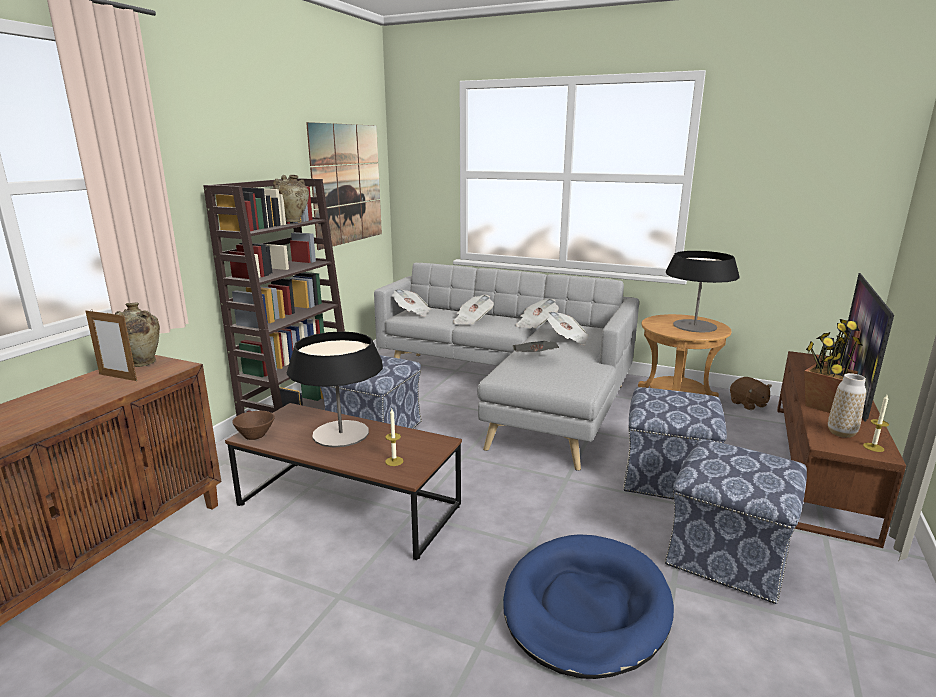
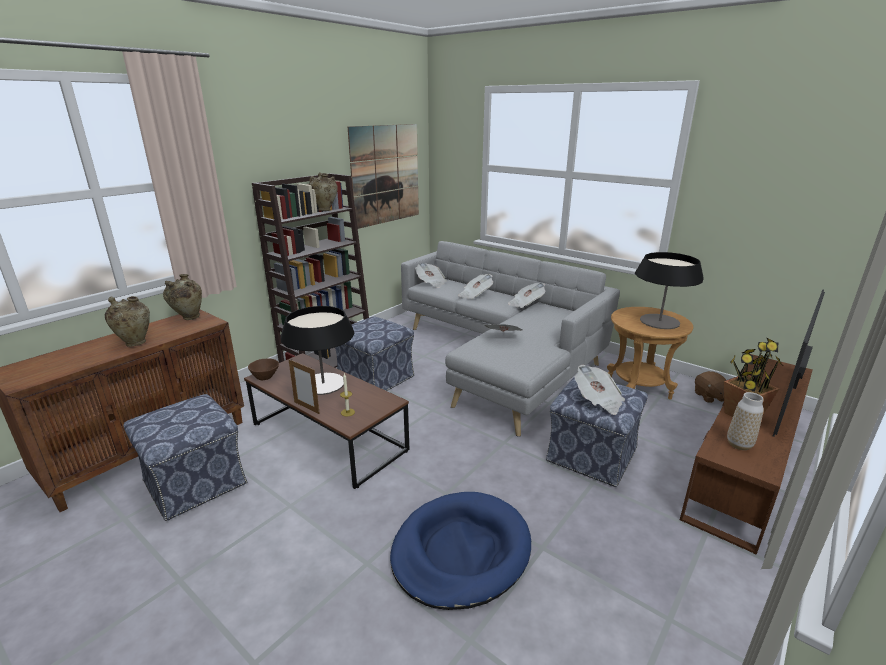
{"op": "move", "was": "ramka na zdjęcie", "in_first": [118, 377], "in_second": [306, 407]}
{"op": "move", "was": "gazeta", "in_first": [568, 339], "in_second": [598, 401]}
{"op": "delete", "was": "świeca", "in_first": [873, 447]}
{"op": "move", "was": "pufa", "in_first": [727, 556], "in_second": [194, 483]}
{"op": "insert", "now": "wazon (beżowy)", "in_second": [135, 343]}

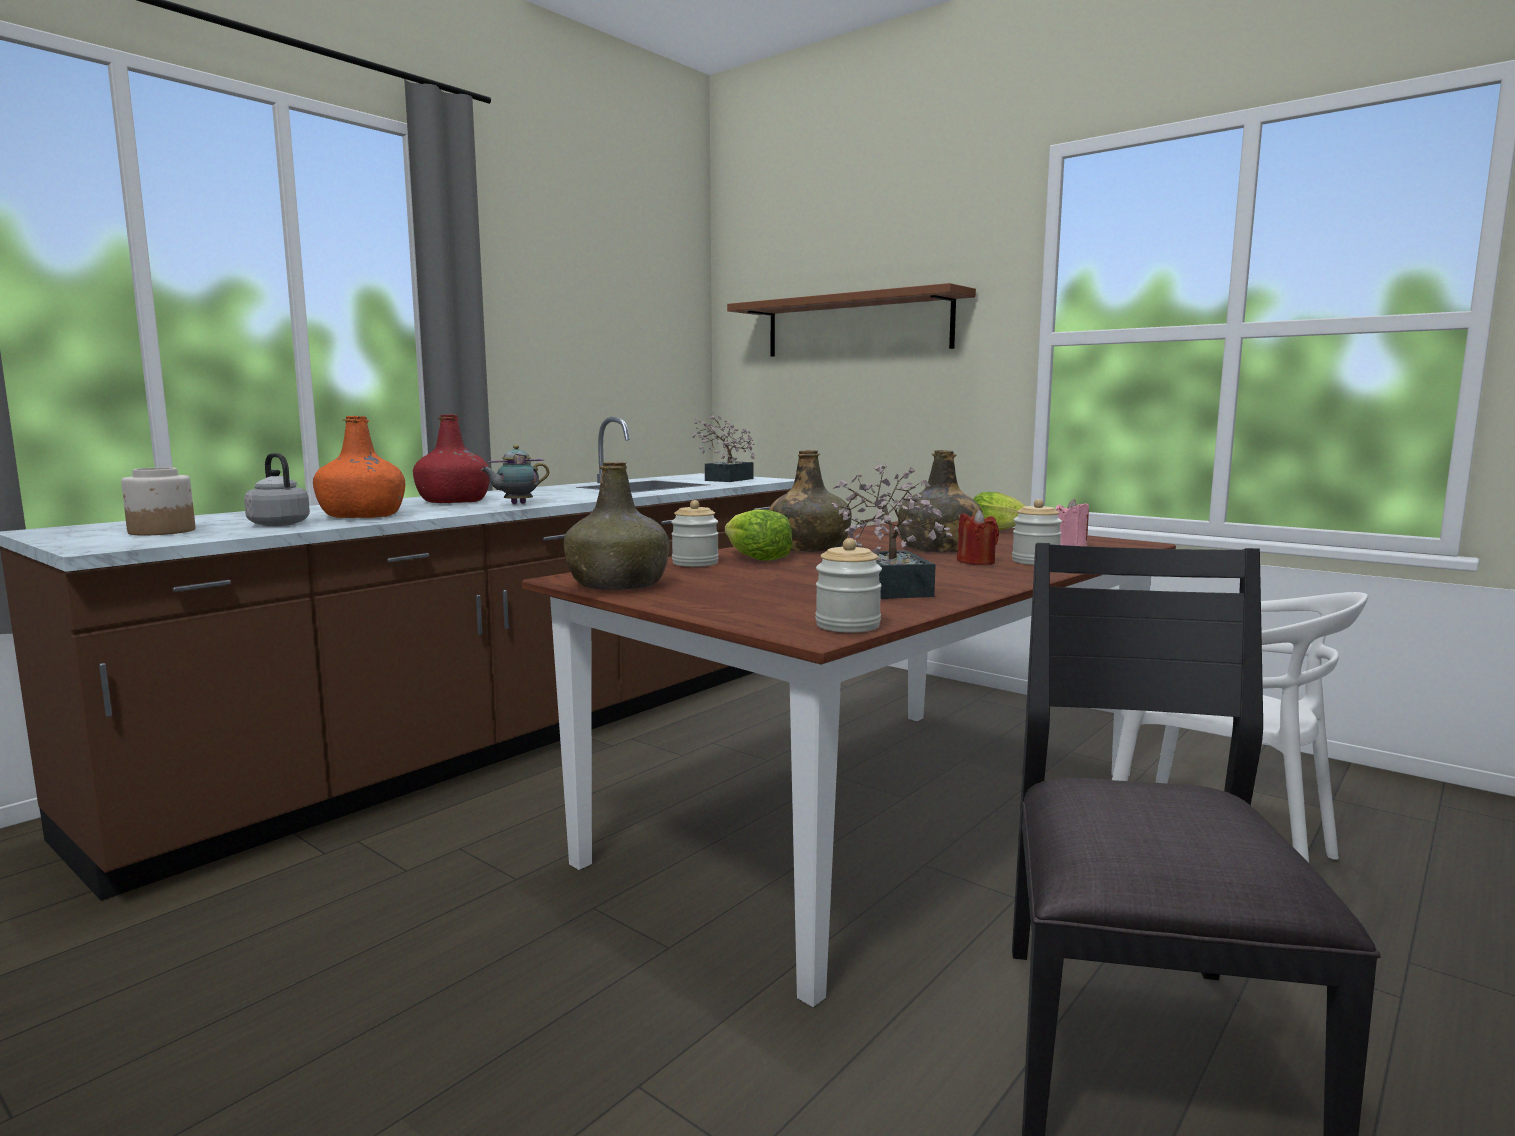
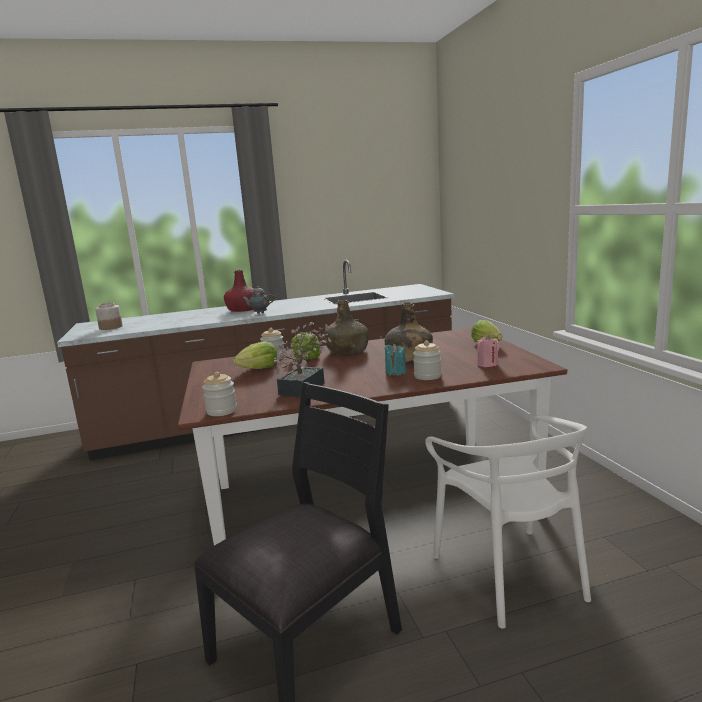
{"op": "delete", "was": "półka (brązowy)", "in_first": [856, 326]}
{"op": "delete", "was": "roślina doniczkowa", "in_first": [725, 480]}
{"op": "delete", "was": "butelka (pomarańczowy)", "in_first": [363, 516]}
{"op": "delete", "was": "czajnik (szary)", "in_first": [277, 524]}
{"op": "delete", "was": "butelka (zielony)", "in_first": [619, 585]}
{"op": "recolor", "was": "świeca (czerwony)", "now": "świeca (turkusowy)", "in_first": [976, 562], "in_second": [395, 372]}
{"op": "insert", "now": "sałata", "in_second": [259, 369]}

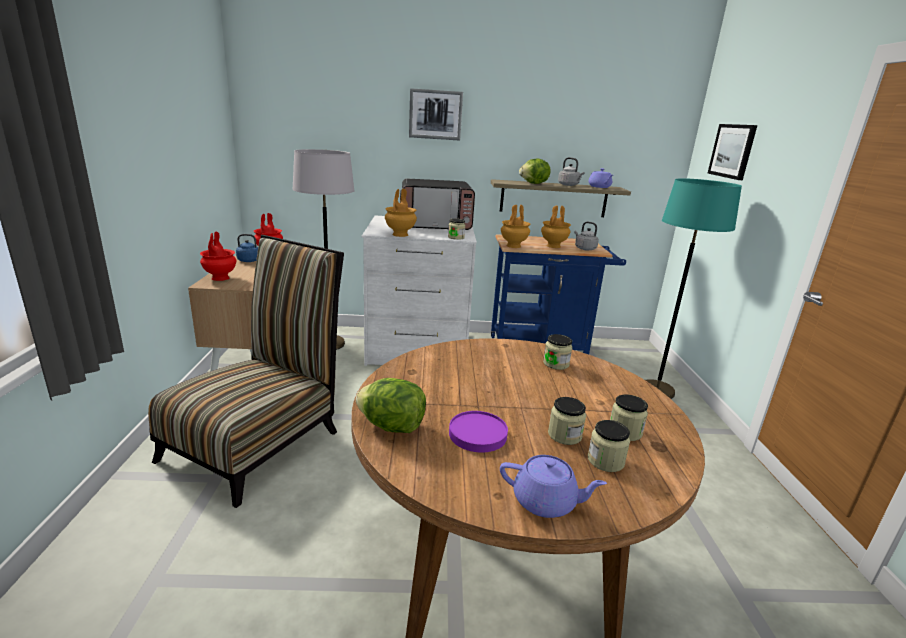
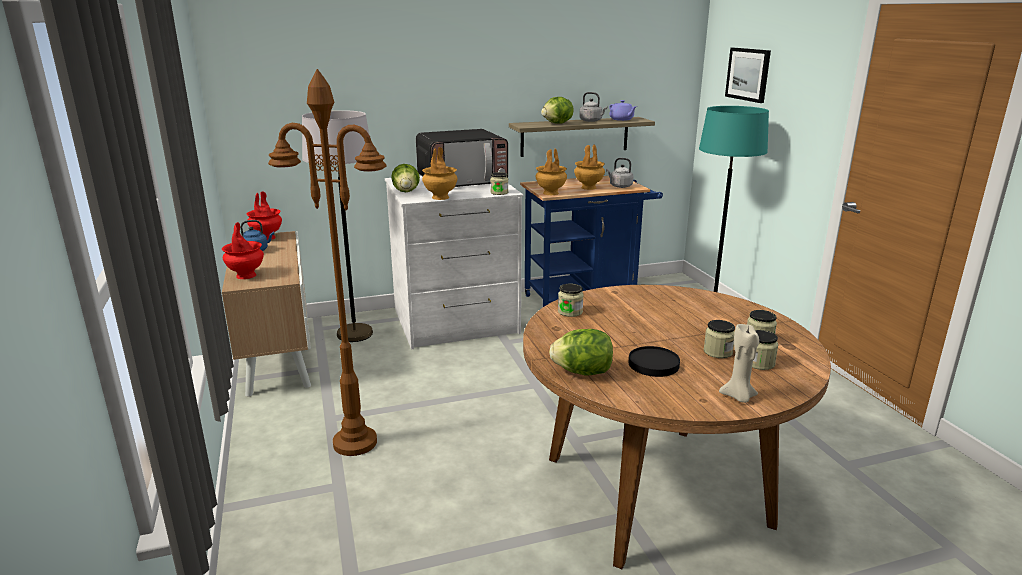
{"op": "delete", "was": "obraz", "in_first": [435, 114]}
{"op": "replace", "was": "krzesło", "now": "lampa stojąca (brązowy)", "in_first": [259, 440], "in_second": [356, 443]}
{"op": "move", "was": "słoik", "in_first": [556, 364], "in_second": [570, 312]}
{"op": "recolor", "was": "talerz (fioletowy)", "now": "talerz (czarny)", "in_first": [477, 434], "in_second": [653, 364]}
{"op": "replace", "was": "imbryk (fioletowy)", "now": "świeca (beżowy)", "in_first": [546, 502], "in_second": [738, 397]}
{"op": "insert", "now": "sałata", "in_second": [406, 192]}

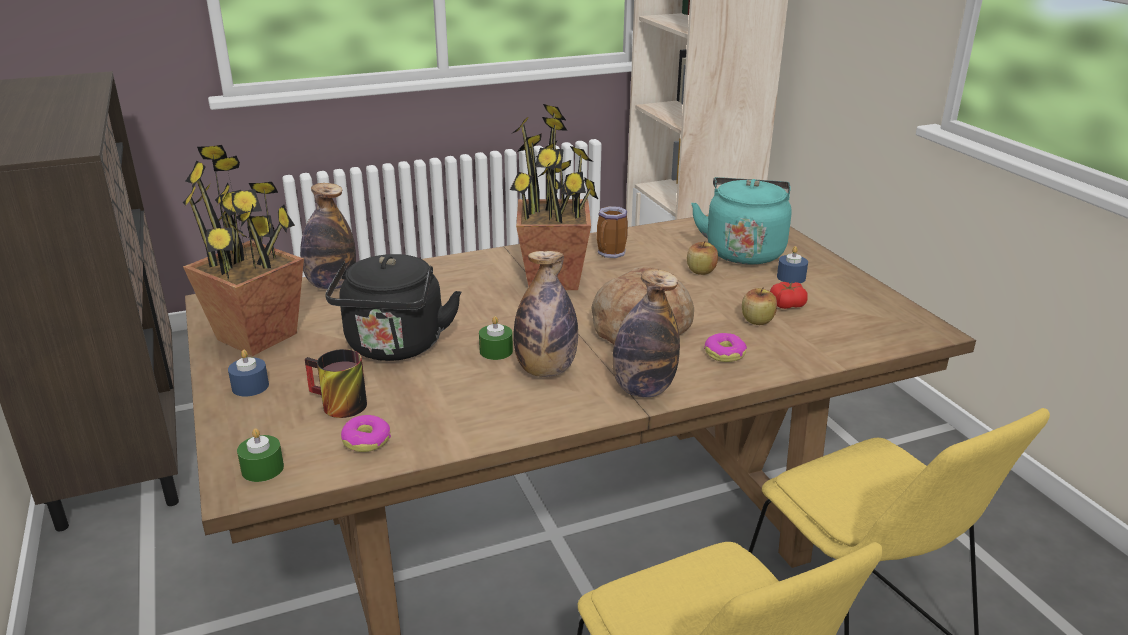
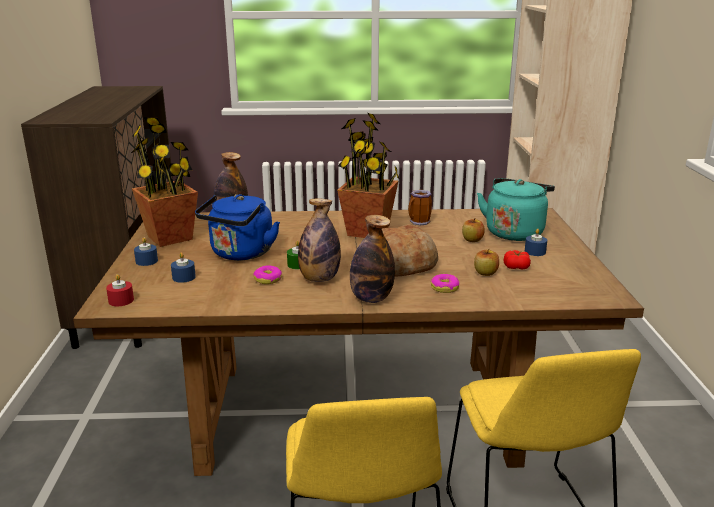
{"op": "recolor", "was": "czajnik (czarny)", "now": "czajnik (niebieski)", "in_first": [394, 347], "in_second": [240, 254]}
{"op": "replace", "was": "kubek", "now": "świeca (niebieski)", "in_first": [336, 405], "in_second": [184, 277]}
{"op": "move", "was": "donut", "in_first": [366, 440], "in_second": [268, 279]}
{"op": "recolor", "was": "świeca (zielony)", "now": "świeca (czerwony)", "in_first": [262, 469], "in_second": [121, 300]}

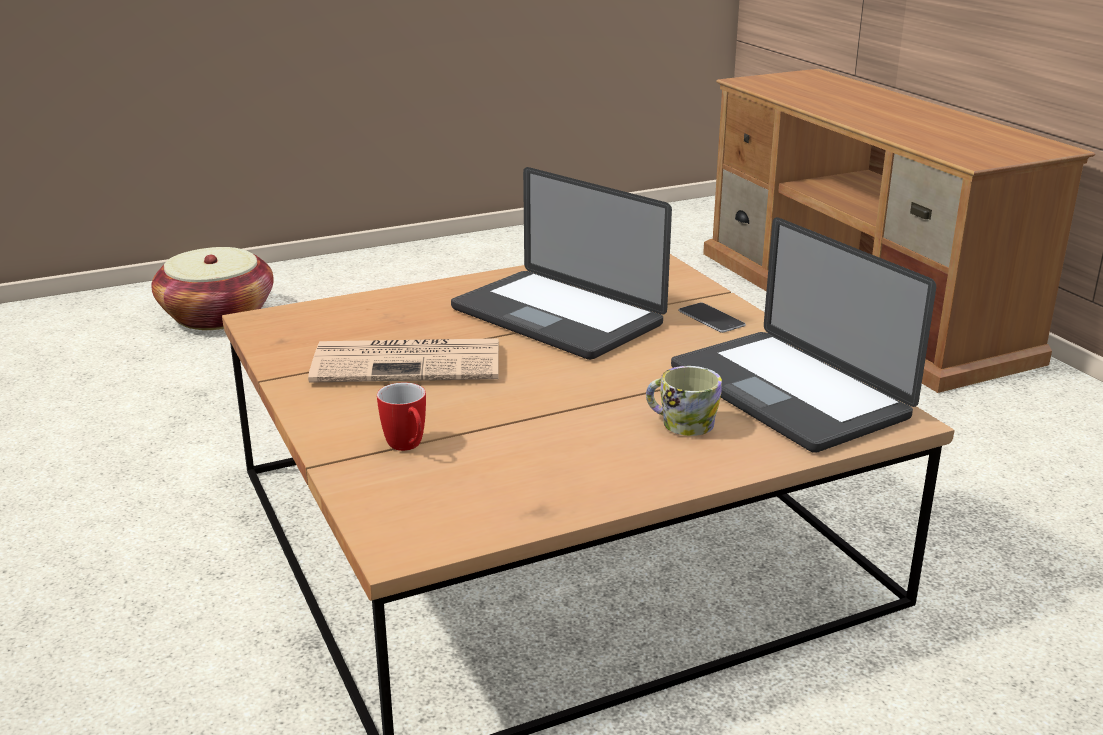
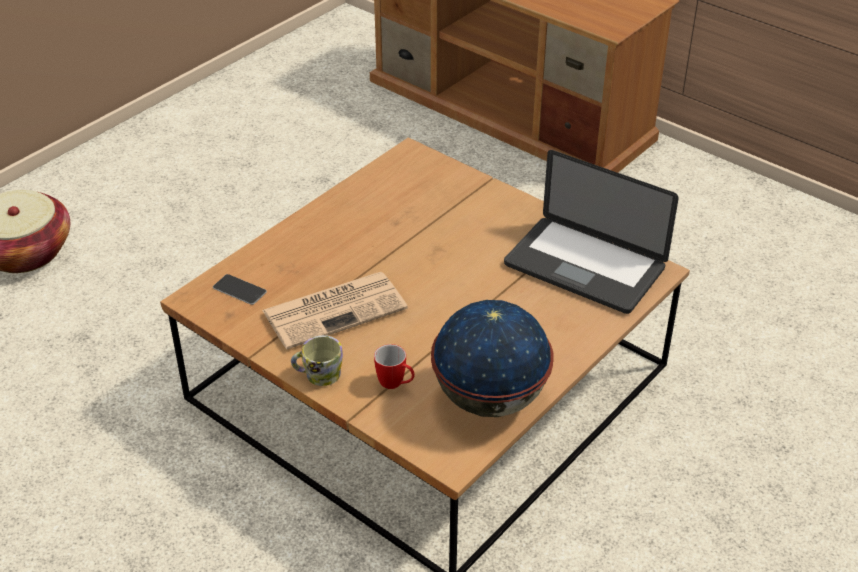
{"op": "delete", "was": "laptop", "in_first": [556, 317]}
{"op": "move", "was": "telefon", "in_first": [711, 318], "in_second": [239, 289]}
{"op": "move", "was": "kubek", "in_first": [680, 423], "in_second": [318, 374]}
{"op": "insert", "now": "globus", "in_second": [489, 399]}

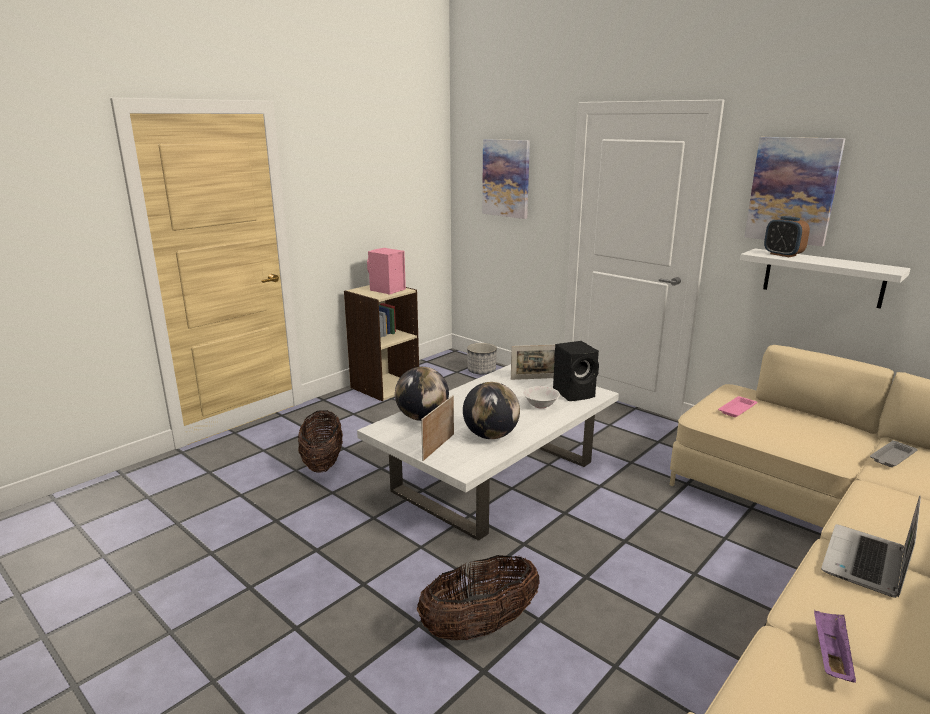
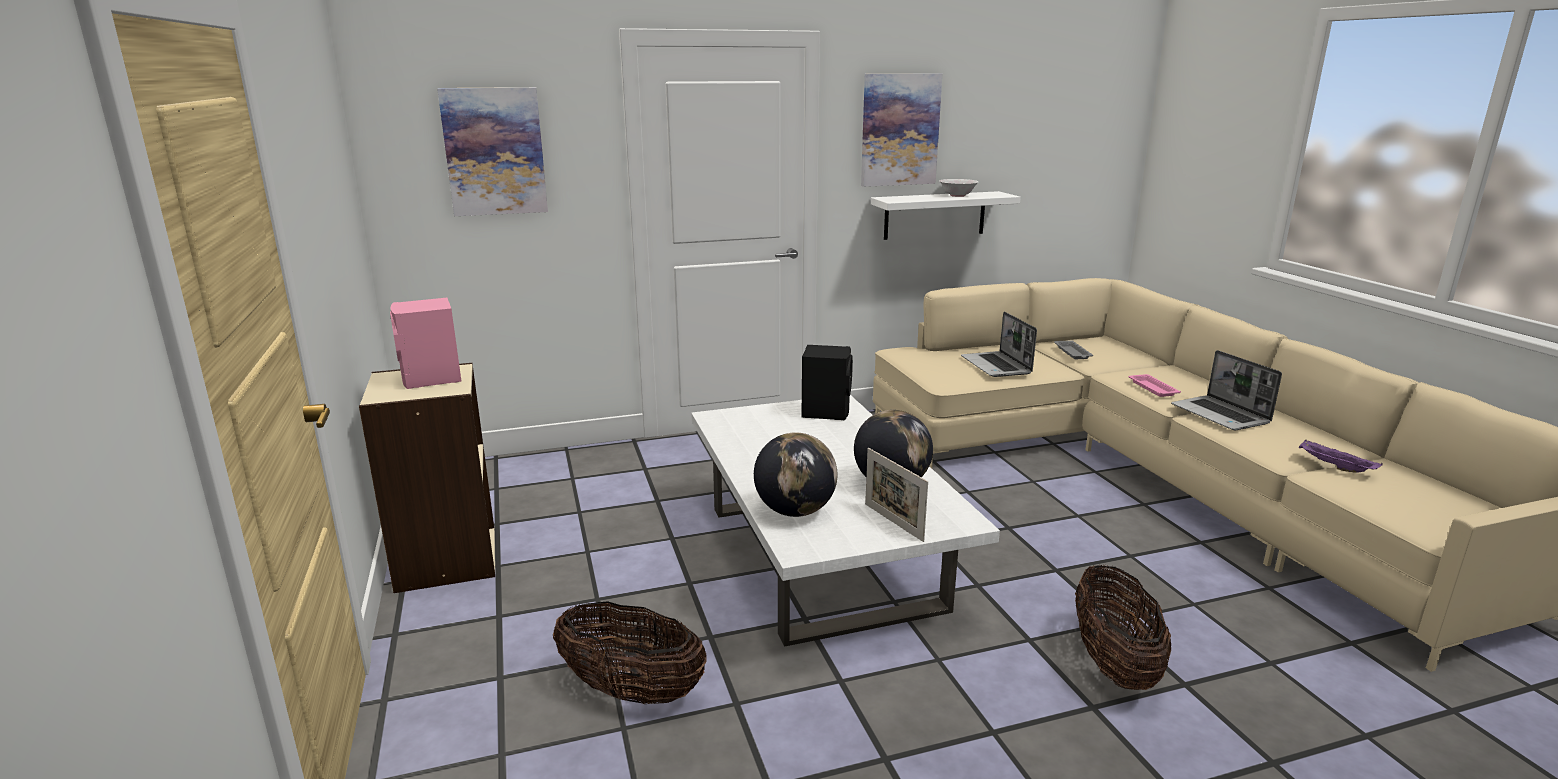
{"op": "delete", "was": "budzik", "in_first": [783, 255]}
{"op": "delete", "was": "donica", "in_first": [481, 371]}
{"op": "delete", "was": "ramka na zdjęcie", "in_first": [535, 378]}
{"op": "move", "was": "miska (biały)", "in_first": [540, 405], "in_second": [957, 195]}
{"op": "move", "was": "taca (różowy)", "in_first": [737, 409], "in_second": [1152, 388]}
{"op": "insert", "now": "laptop", "in_second": [997, 366]}

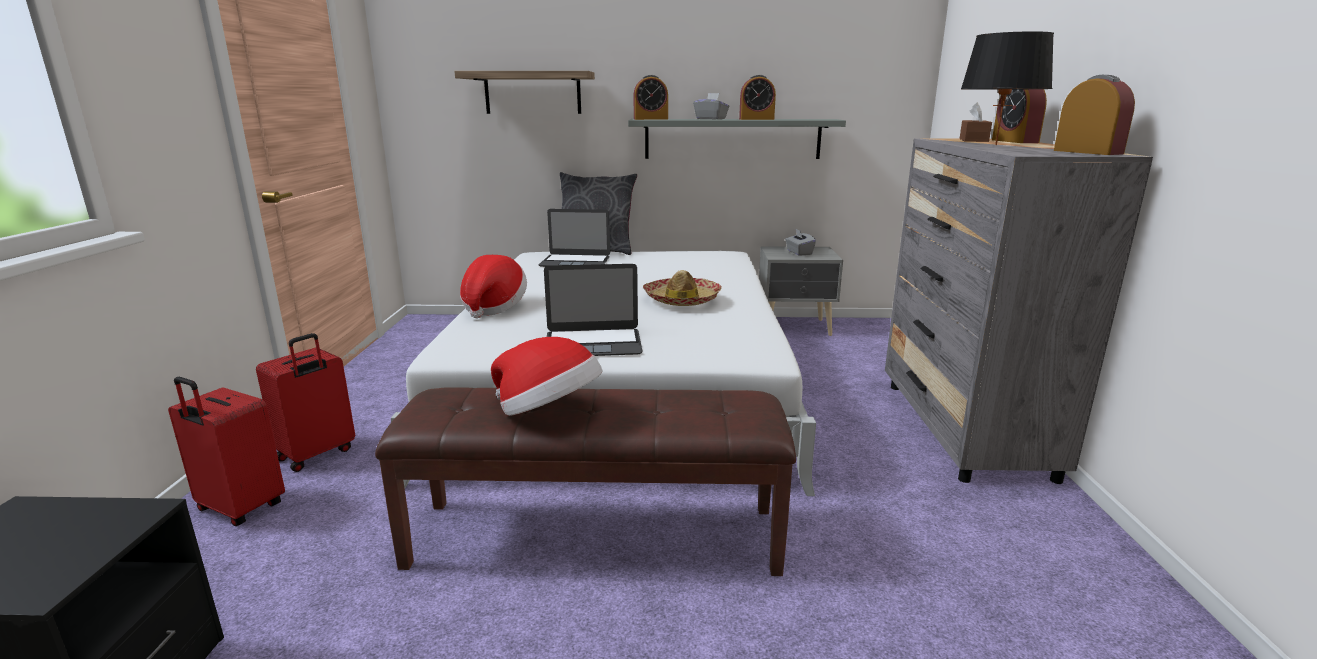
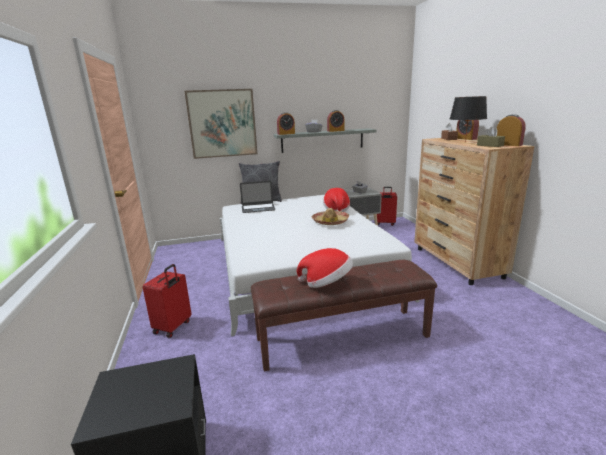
{"op": "replace", "was": "półka", "now": "obraz", "in_first": [532, 93], "in_second": [222, 123]}
{"op": "recolor", "was": "komoda (szary)", "now": "komoda (brązowy)", "in_first": [963, 429], "in_second": [457, 263]}
{"op": "move", "was": "kapelusz", "in_first": [493, 307], "in_second": [336, 209]}
{"op": "delete", "was": "laptop", "in_first": [593, 343]}
{"op": "move", "was": "walizka (czerwony)", "in_first": [239, 509], "in_second": [385, 223]}
{"op": "insert", "now": "pudełko chusteczek (brązowy)", "in_second": [490, 145]}

